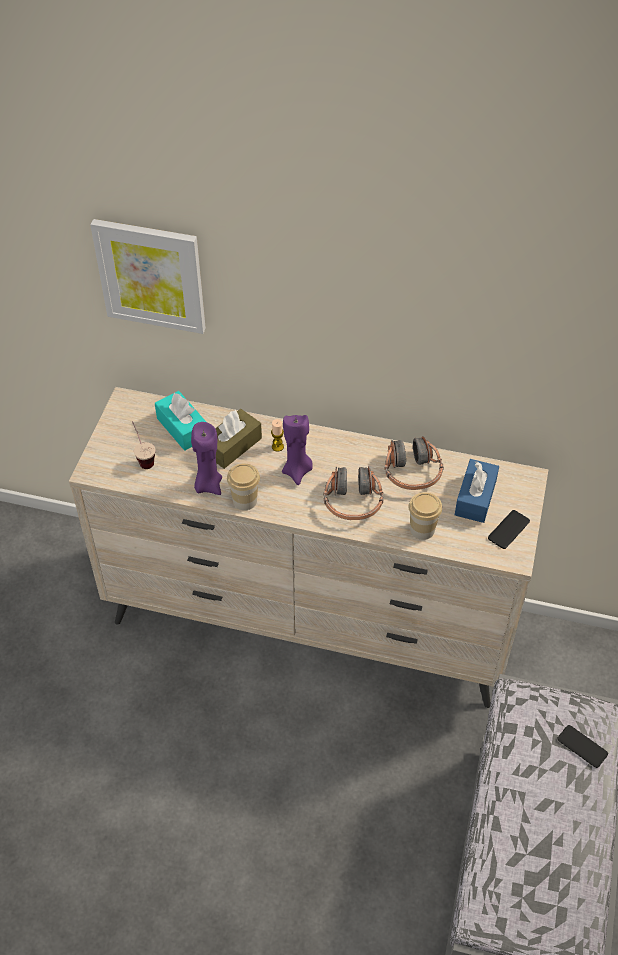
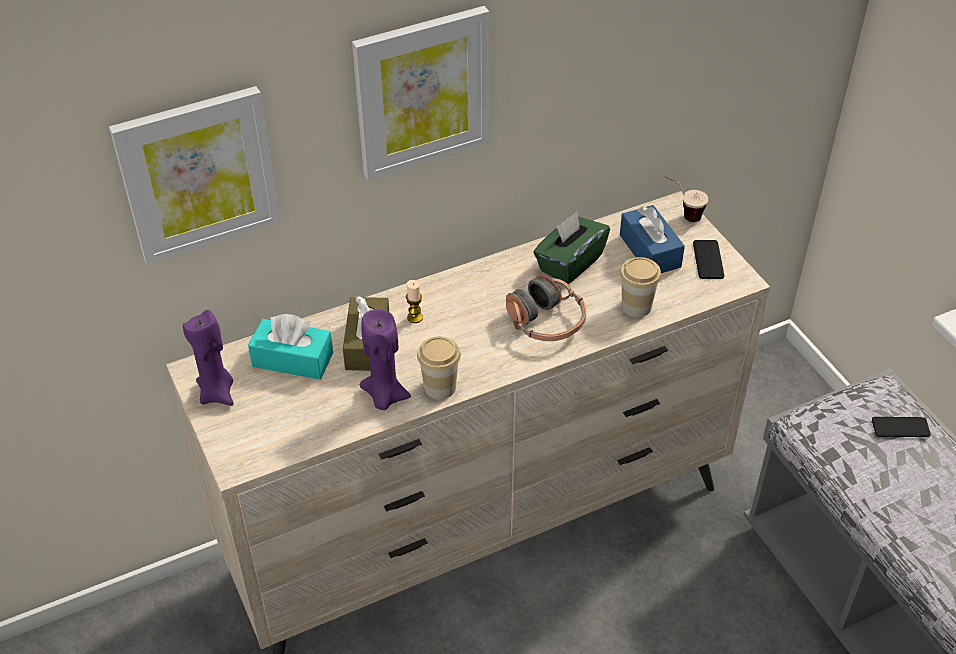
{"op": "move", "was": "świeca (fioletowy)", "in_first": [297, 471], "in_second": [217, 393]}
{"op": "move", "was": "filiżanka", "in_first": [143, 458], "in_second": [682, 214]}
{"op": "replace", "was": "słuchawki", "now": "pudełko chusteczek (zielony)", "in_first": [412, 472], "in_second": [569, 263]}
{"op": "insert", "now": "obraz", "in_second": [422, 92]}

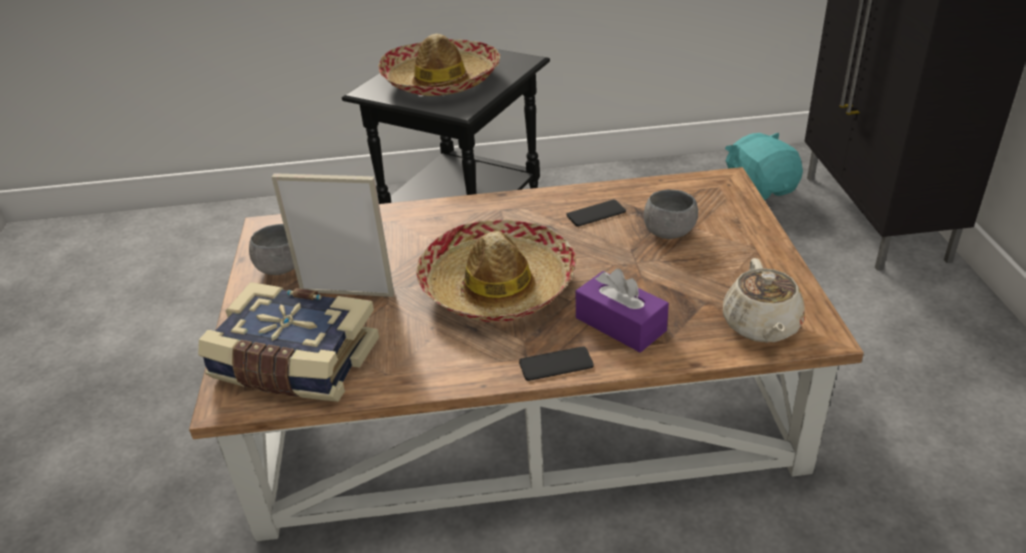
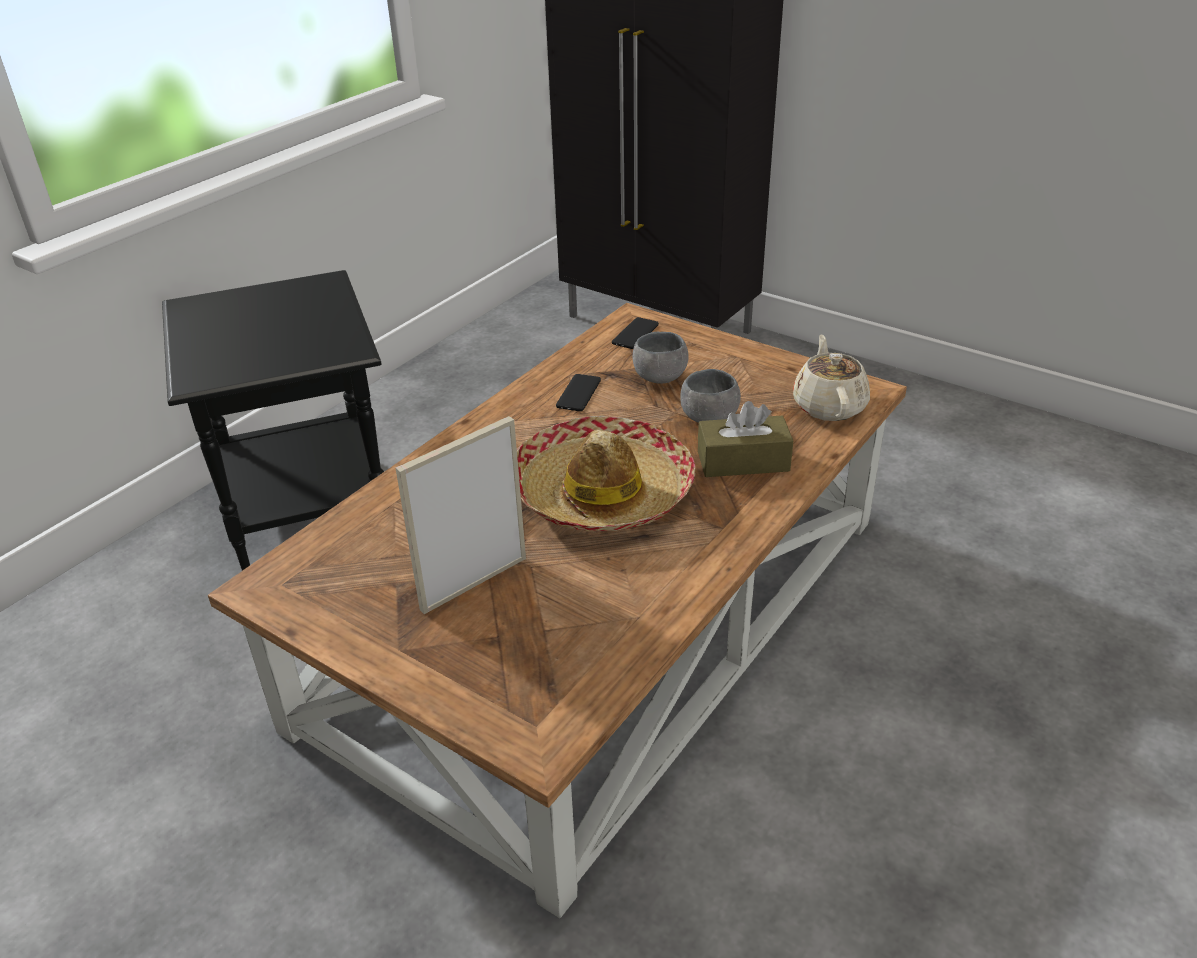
{"op": "delete", "was": "kapelusz", "in_first": [441, 81]}
{"op": "delete", "was": "pluszak (turkusowy)", "in_first": [760, 189]}
{"op": "move", "was": "miska (szary)", "in_first": [282, 267], "in_second": [709, 417]}
{"op": "rotate", "was": "imbryk (beżowy)", "in_first": [761, 326], "in_second": [829, 405], "clockwise": -135}
{"op": "recolor", "was": "pudełko chusteczek (fioletowy)", "now": "pudełko chusteczek (brązowy)", "in_first": [620, 324], "in_second": [743, 461]}
{"op": "delete", "was": "książka", "in_first": [294, 364]}
{"op": "move", "was": "telefon", "in_first": [556, 364], "in_second": [635, 334]}

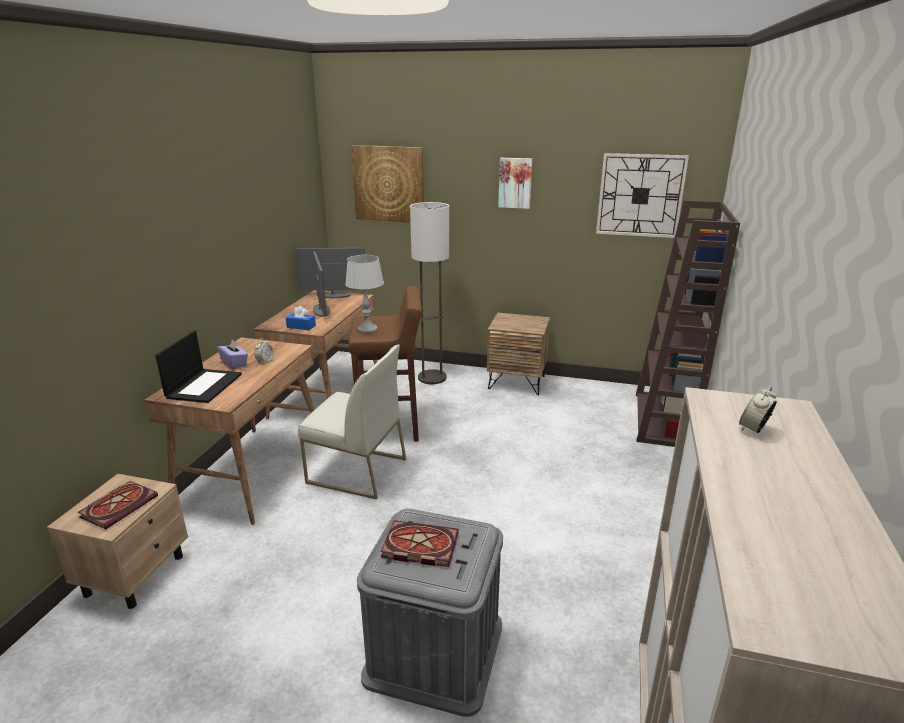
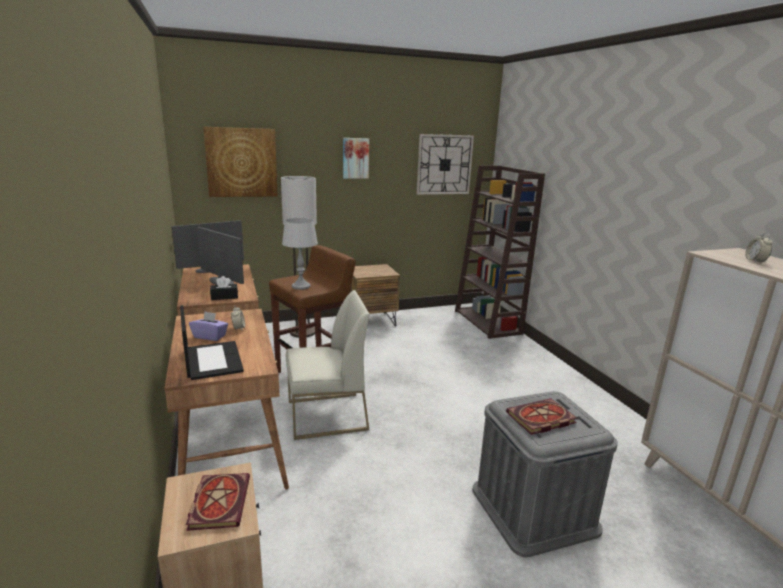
{"op": "recolor", "was": "pudełko chusteczek (niebieski)", "now": "pudełko chusteczek (czarny)", "in_first": [301, 326], "in_second": [224, 297]}

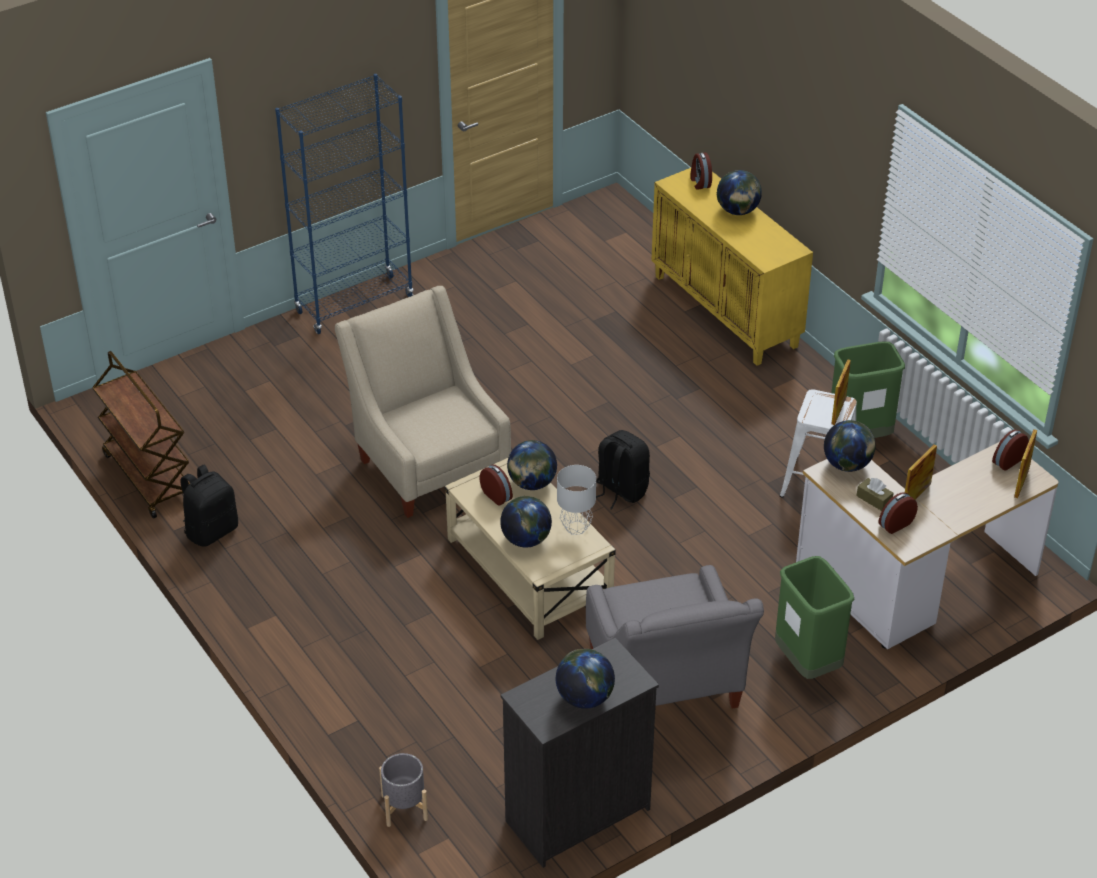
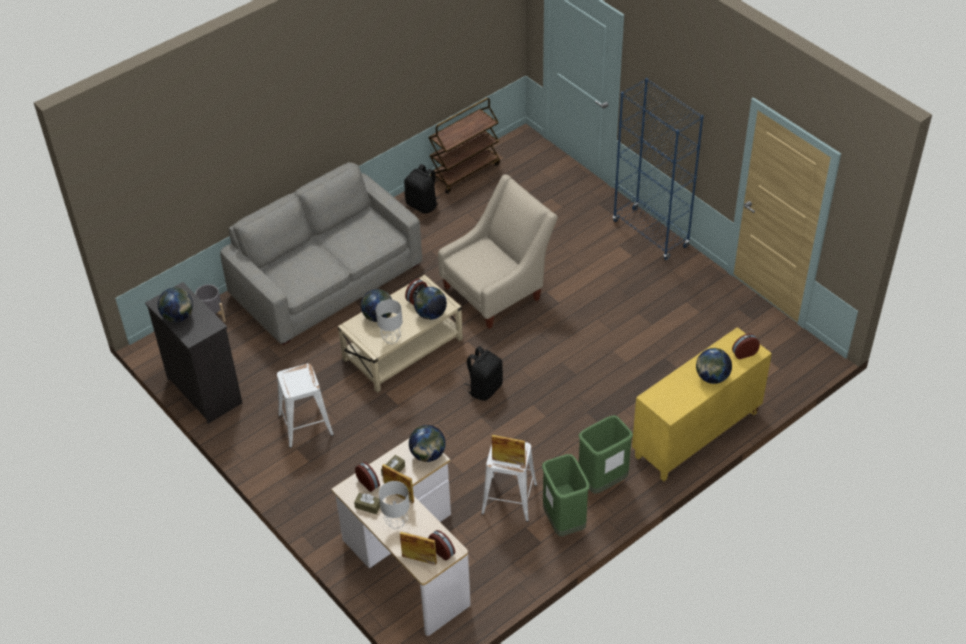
{"op": "move", "was": "kosz na śmieci (zielony)", "in_first": [807, 663], "in_second": [602, 482]}
{"op": "replace", "was": "fotel (szary)", "now": "stołek (biały)", "in_first": [666, 688], "in_second": [305, 425]}
{"op": "insert", "now": "kanapa (szary)", "in_second": [326, 280]}
{"op": "insert", "now": "lampa stołowa (szary)", "in_second": [396, 523]}
{"op": "insert", "now": "pudełko chusteczek (brązowy)", "in_second": [368, 506]}

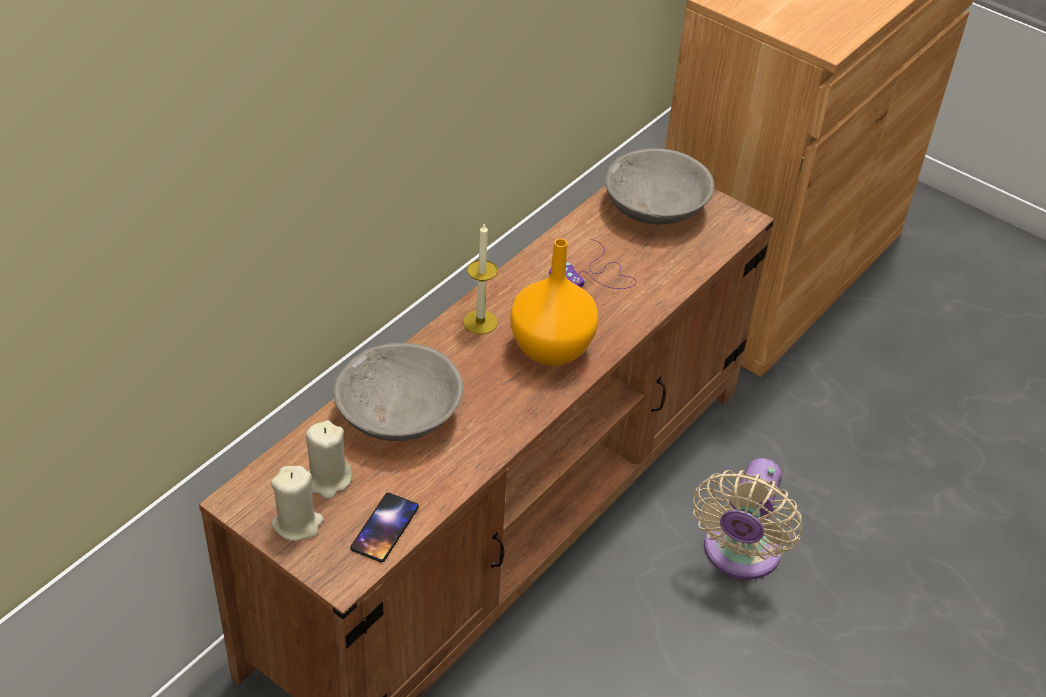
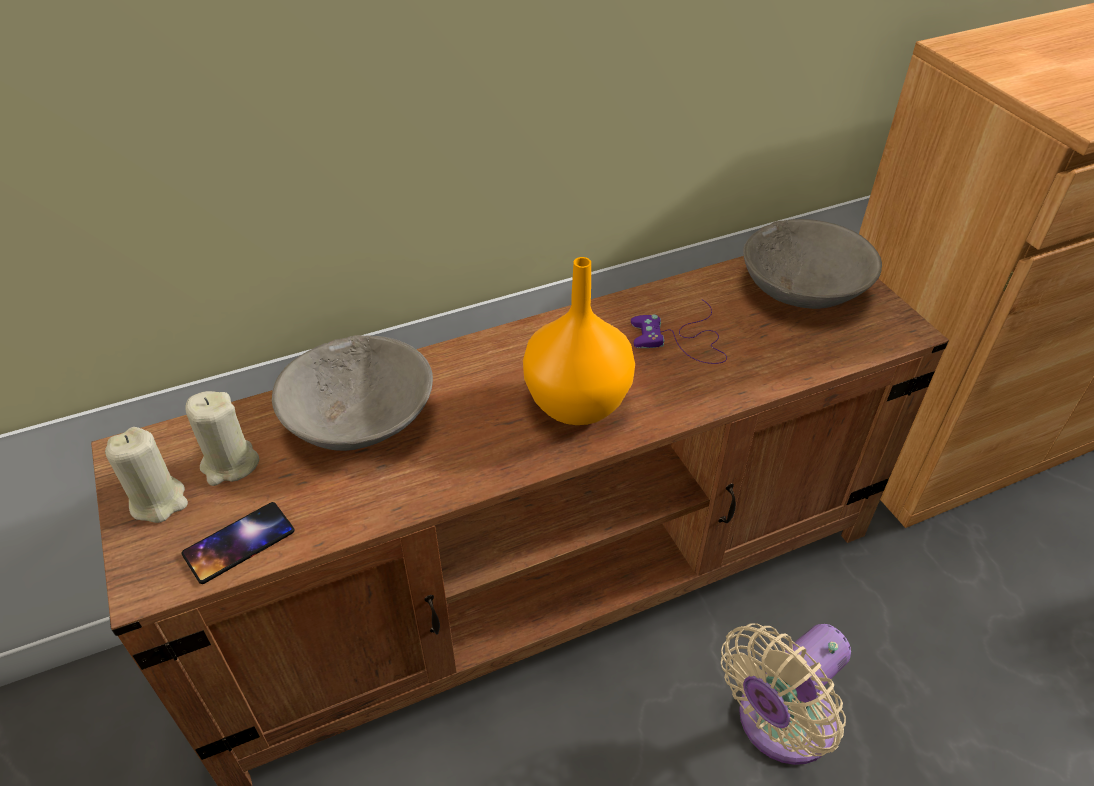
{"op": "delete", "was": "świeca", "in_first": [480, 322]}

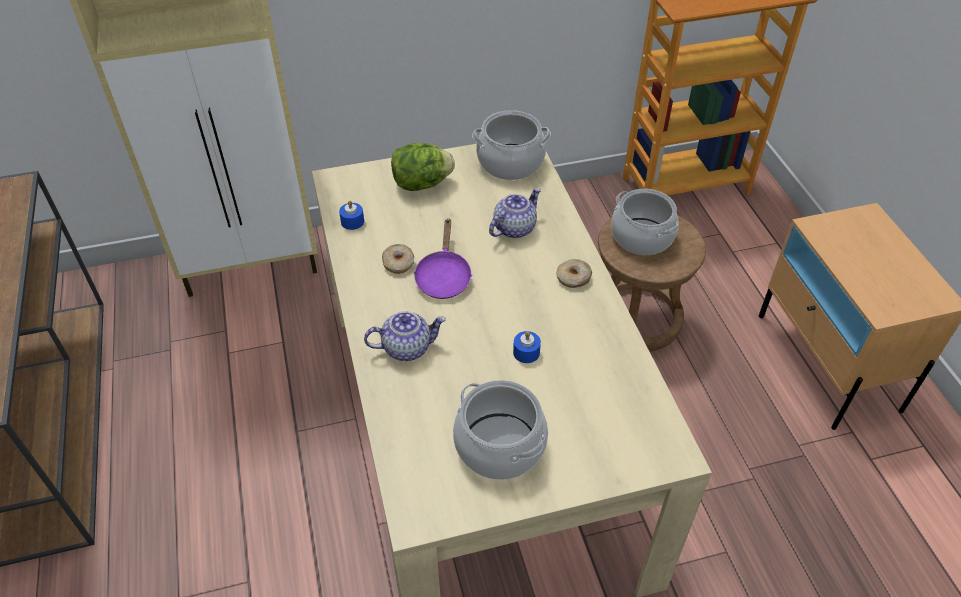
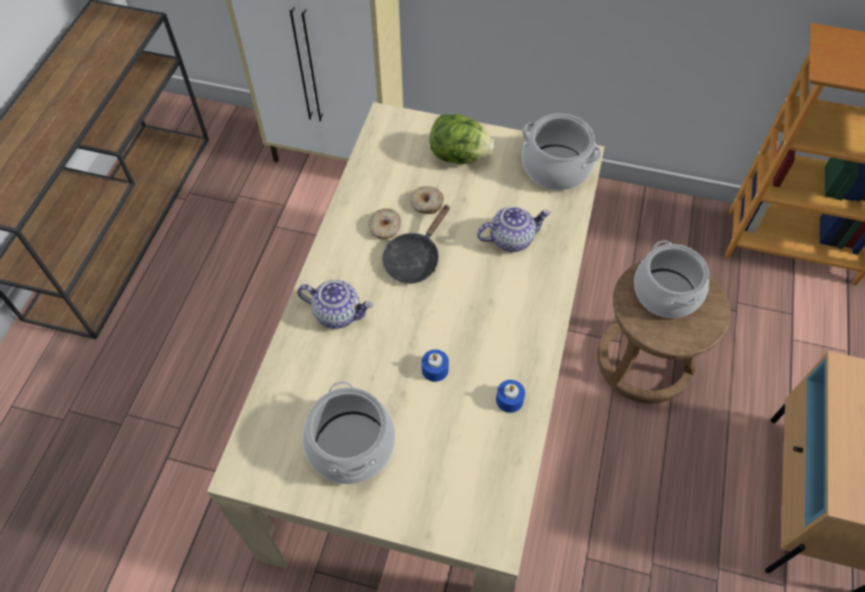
{"op": "move", "was": "świeca (niebieski)", "in_first": [352, 221], "in_second": [509, 400]}
{"op": "recolor", "was": "patelnia (fioletowy)", "now": "patelnia (czarny)", "in_first": [443, 276], "in_second": [414, 259]}
{"op": "move", "was": "donut", "in_first": [573, 278], "in_second": [426, 204]}

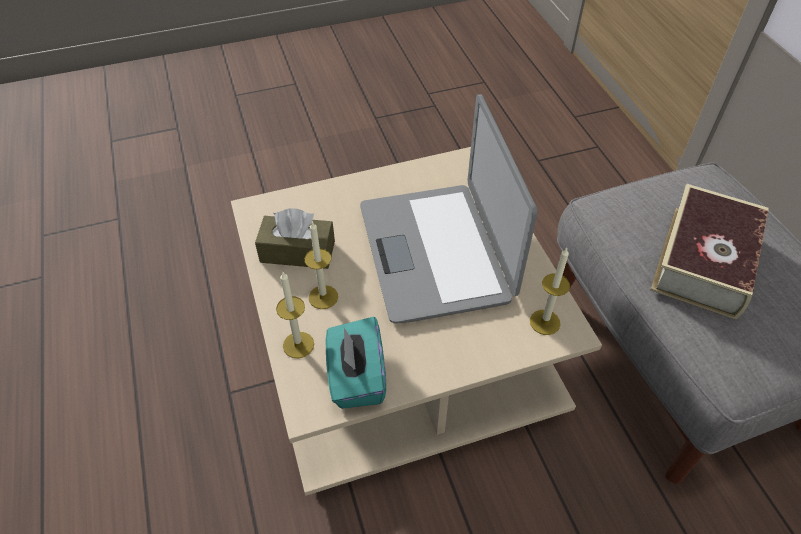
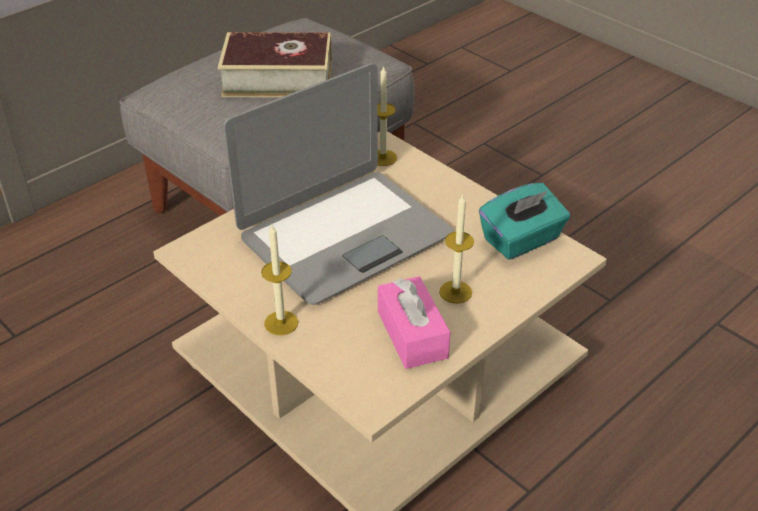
{"op": "recolor", "was": "pudełko chusteczek (brązowy)", "now": "pudełko chusteczek (różowy)", "in_first": [297, 252], "in_second": [412, 334]}
{"op": "move", "was": "świeca", "in_first": [298, 345], "in_second": [281, 323]}

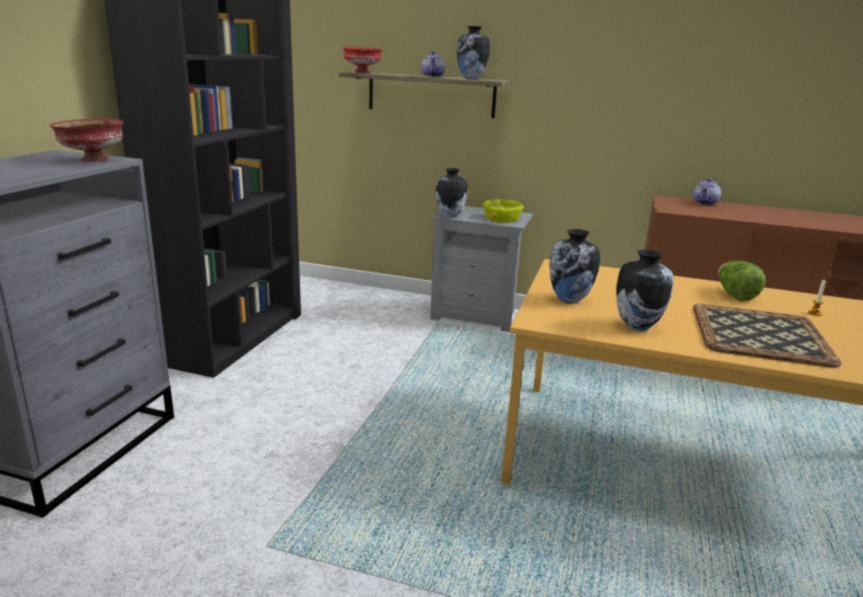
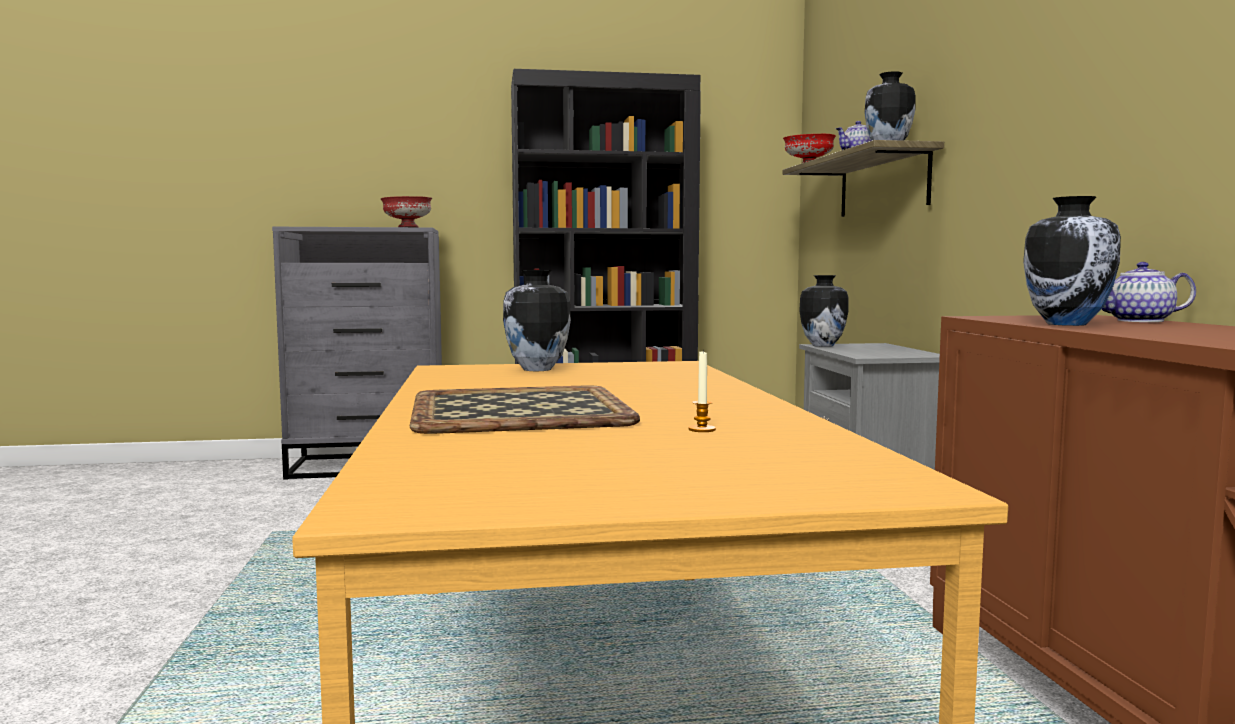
{"op": "delete", "was": "miska (żółty)", "in_first": [501, 218]}
{"op": "move", "was": "wazon", "in_first": [637, 326], "in_second": [1067, 324]}
{"op": "delete", "was": "sałata", "in_first": [734, 295]}

